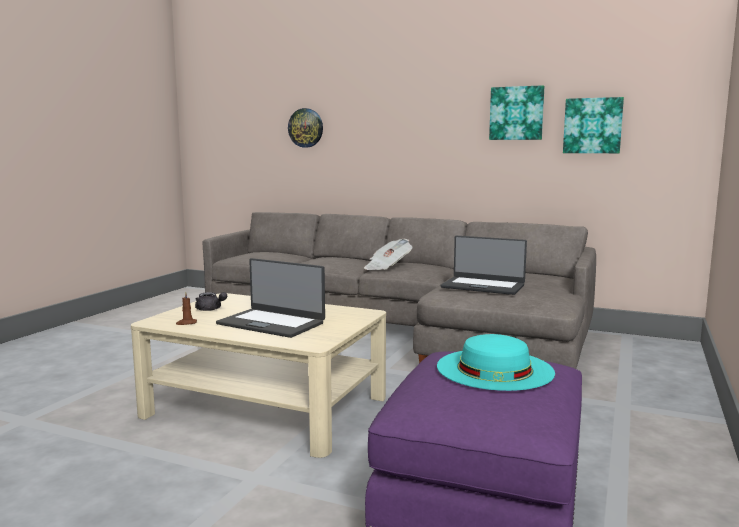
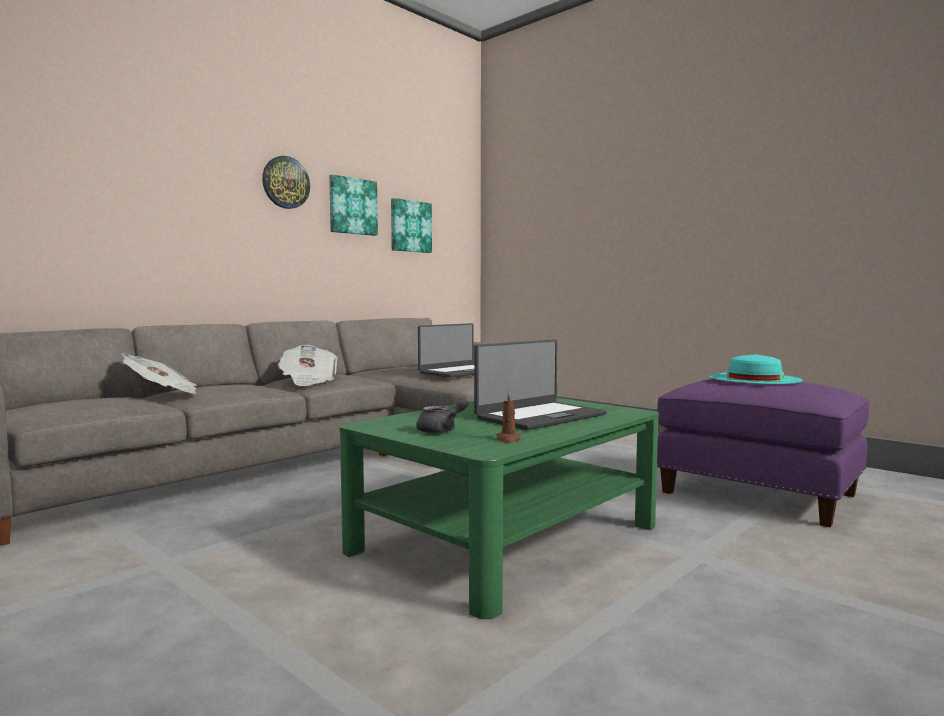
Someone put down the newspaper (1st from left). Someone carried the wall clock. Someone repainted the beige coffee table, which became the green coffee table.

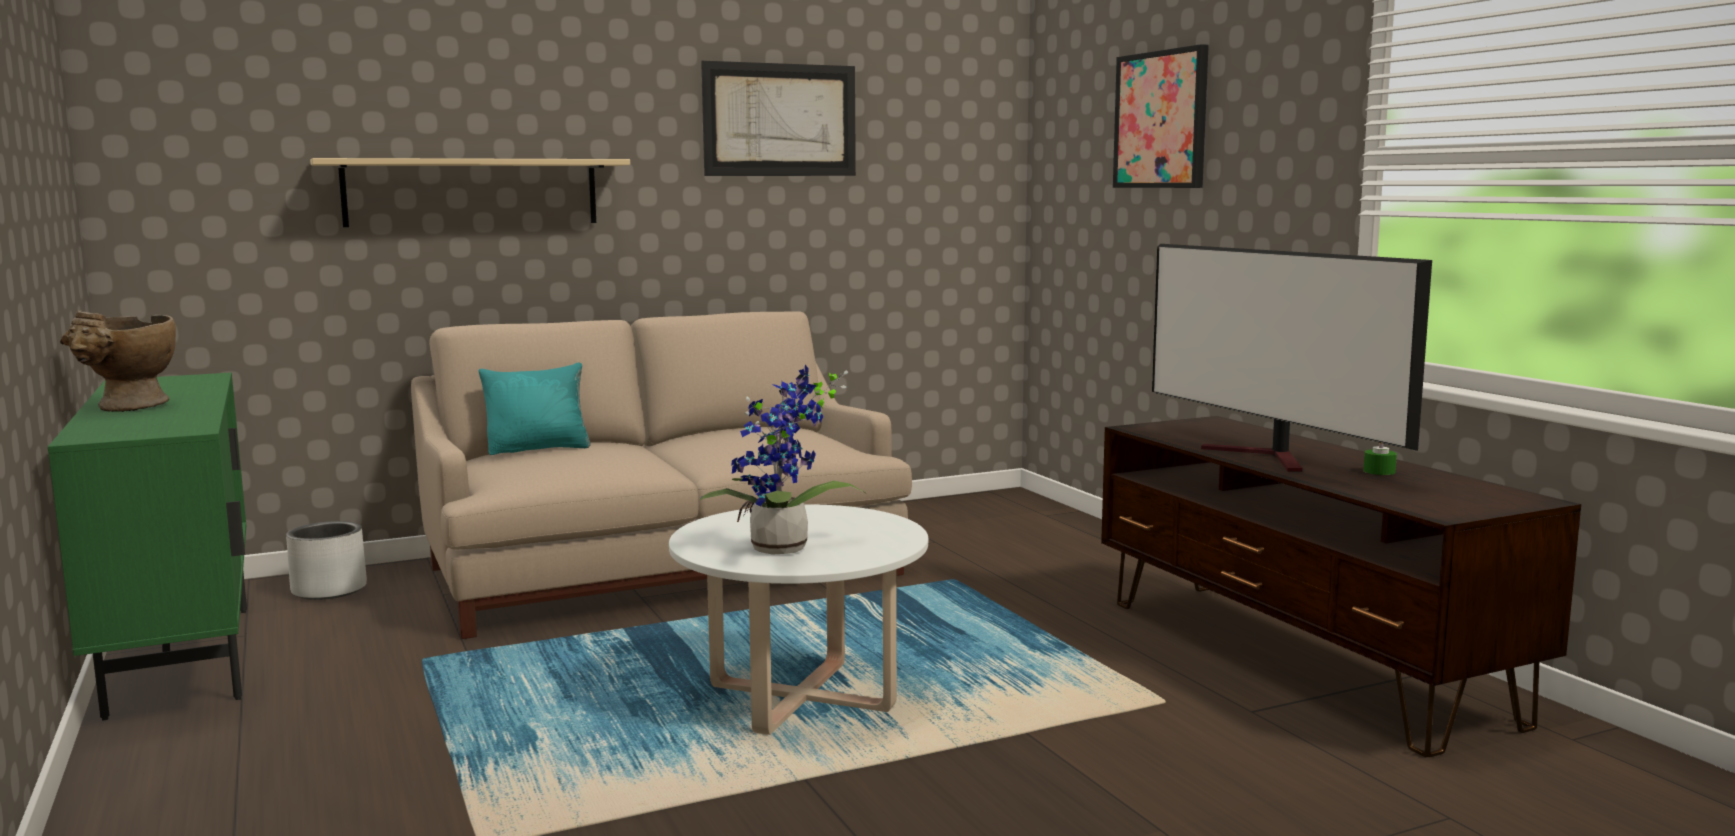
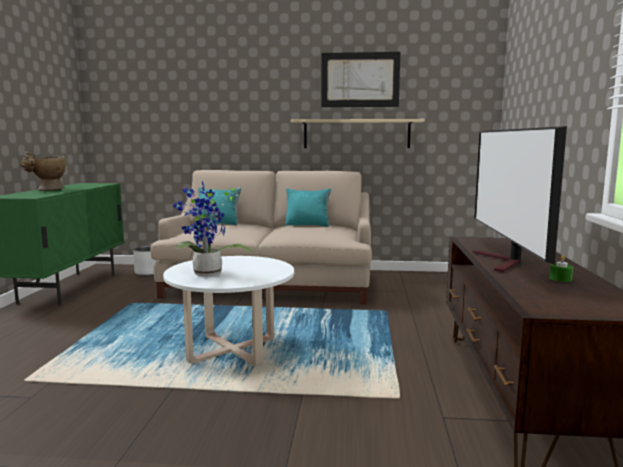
Someone took away the picture (2nd from left). Someone put down the turquoise pillow (2nd from left). Someone carried the beige shelf.

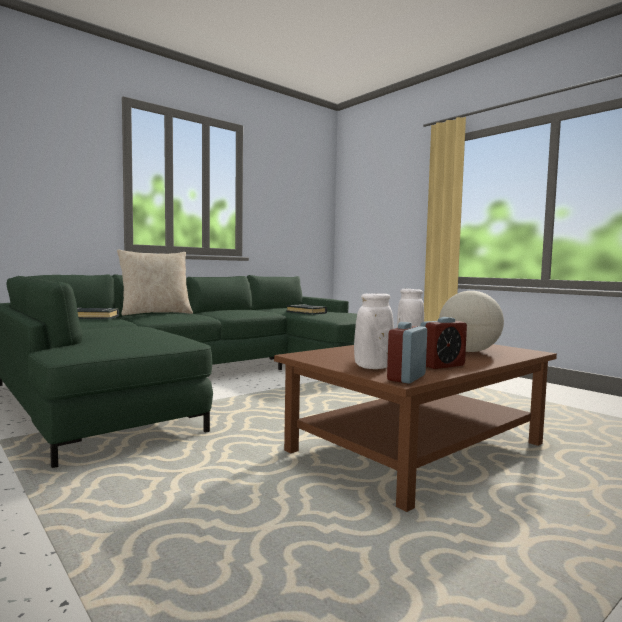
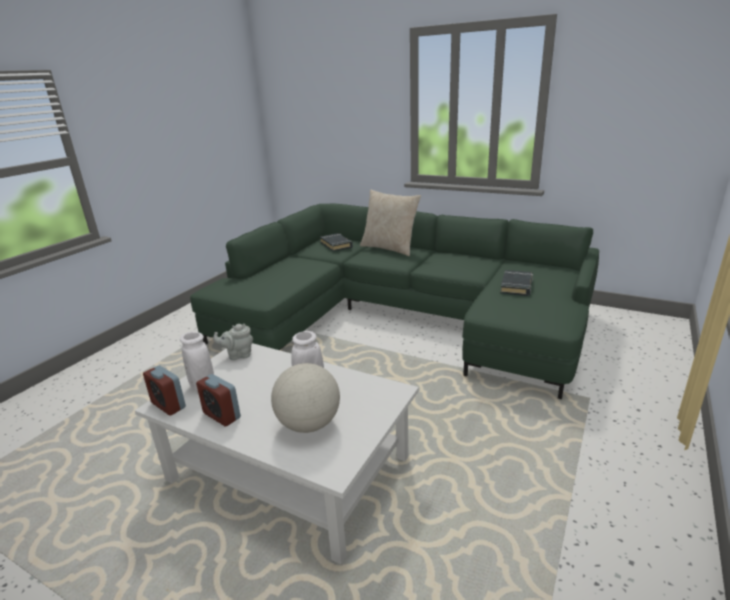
Someone put down the grey teapot. Someone repainted the brown coffee table, which became the white coffee table. Someone rotated the alarm clock (1st from left) by 150 degrees counterclockwise.

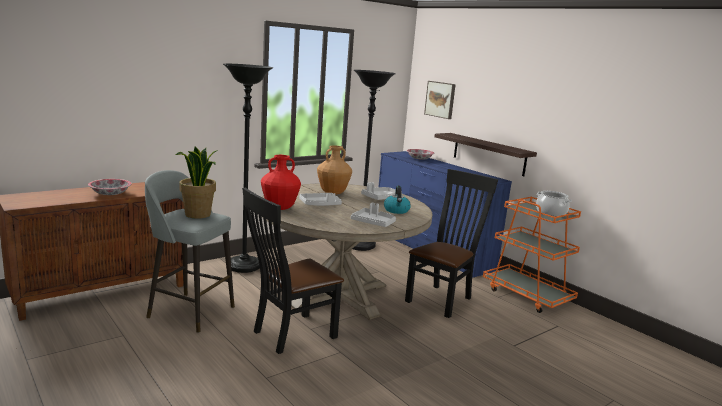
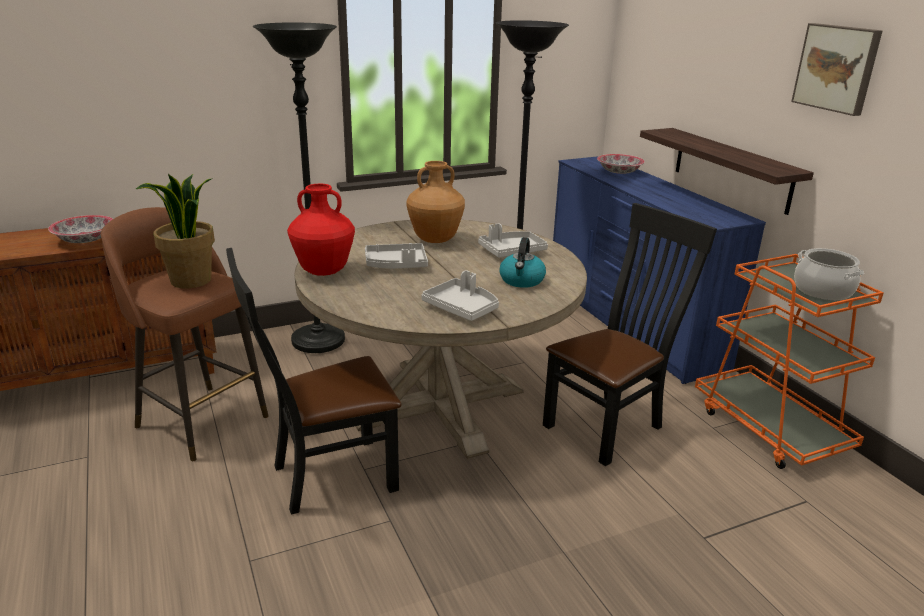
Someone carried the picture. Someone repainted the grey stool, which became the brown stool.

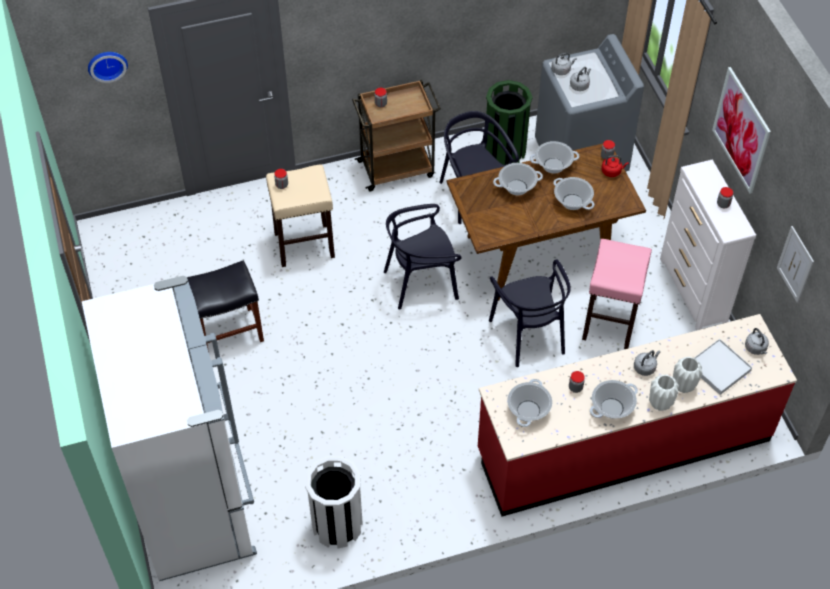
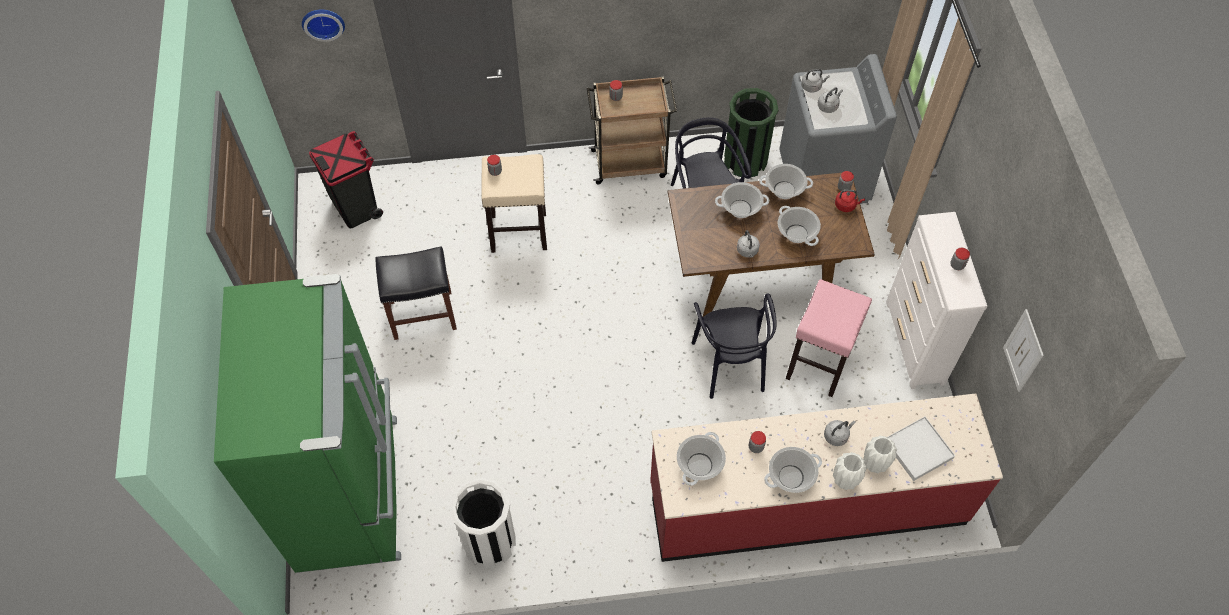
Someone took away the black chair (1st from left). Someone took away the picture (1st from left). Someone put down the black trash can. Someone carried the grey kettle (4th from left in the first image). Someone repainted the white fridge, which became the green fridge.

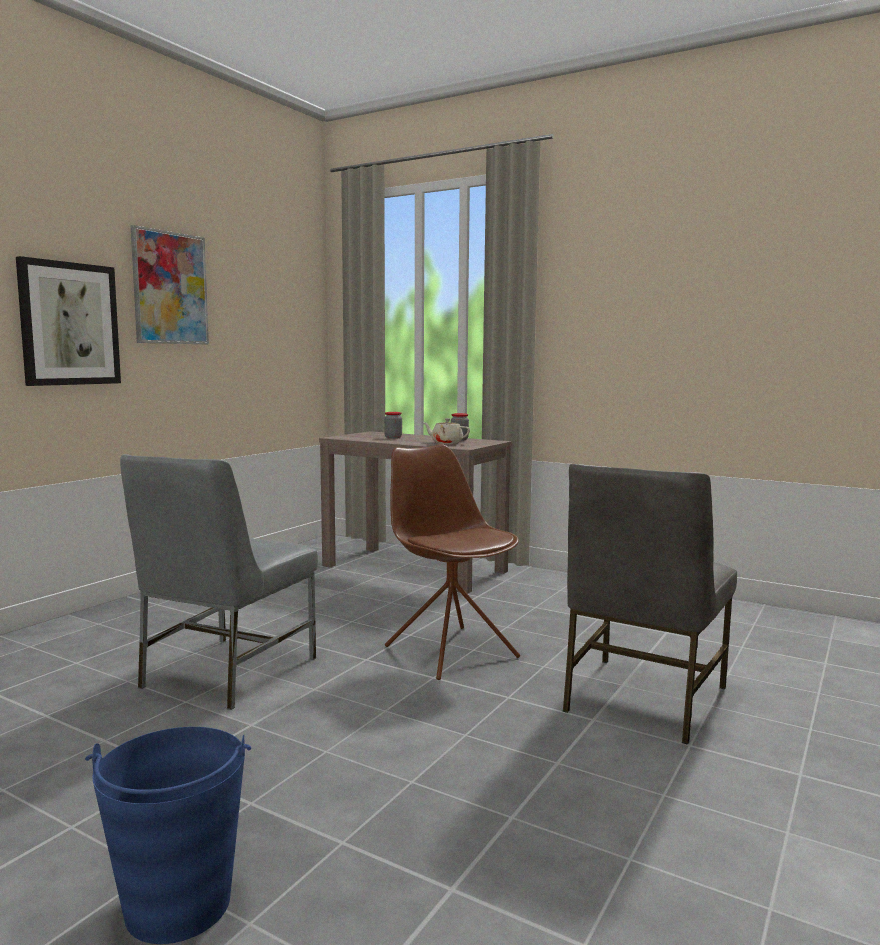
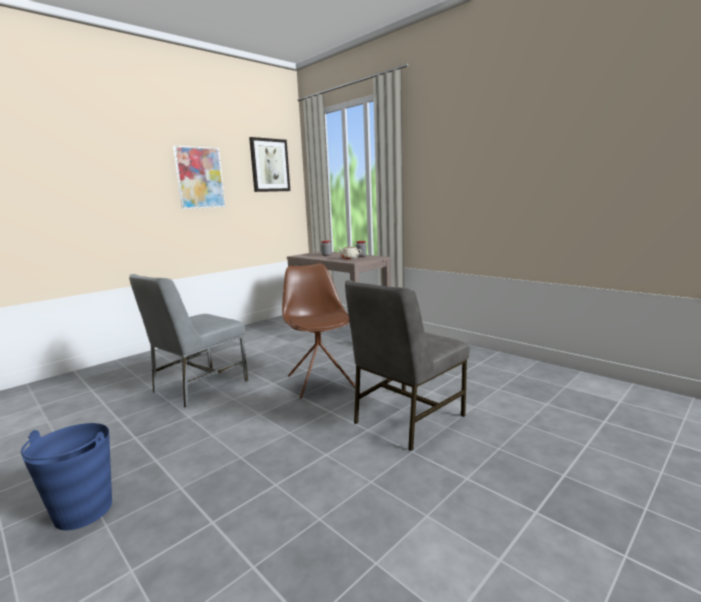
Someone carried the picture (1st from left in the first image).

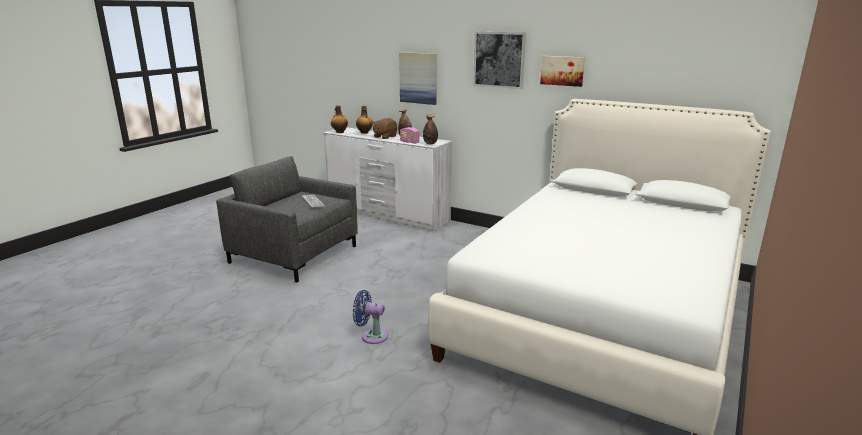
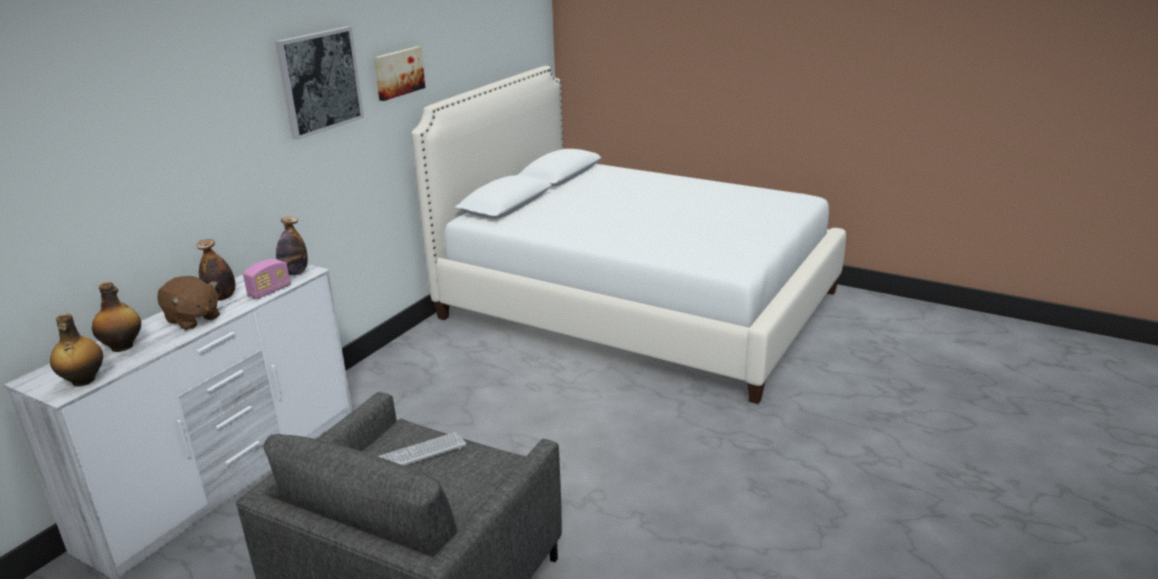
Someone took away the blue fan. Someone took away the picture (1st from left).

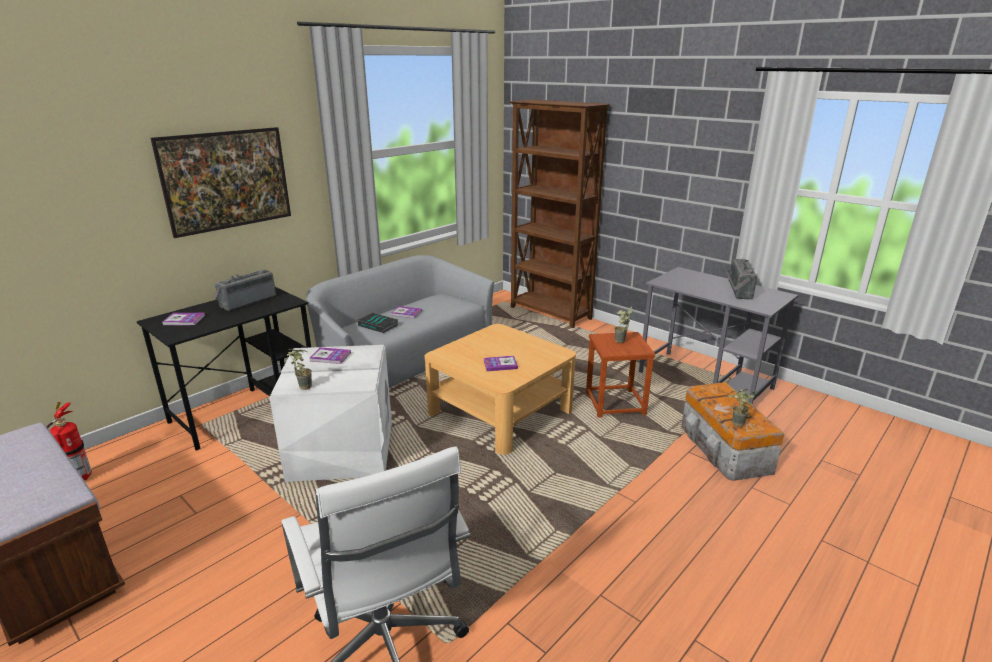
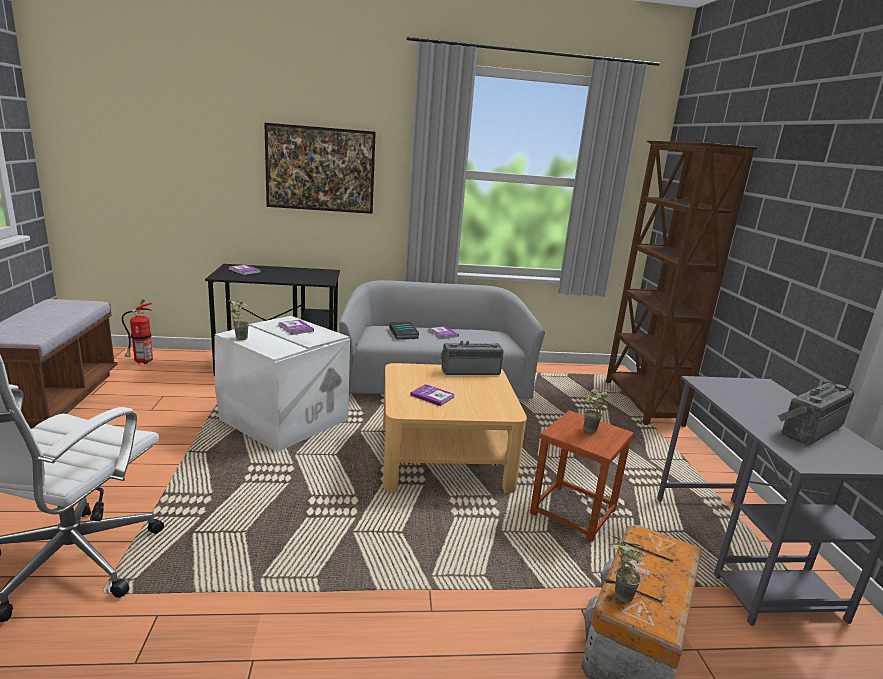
Someone carried the radio (1st from left).

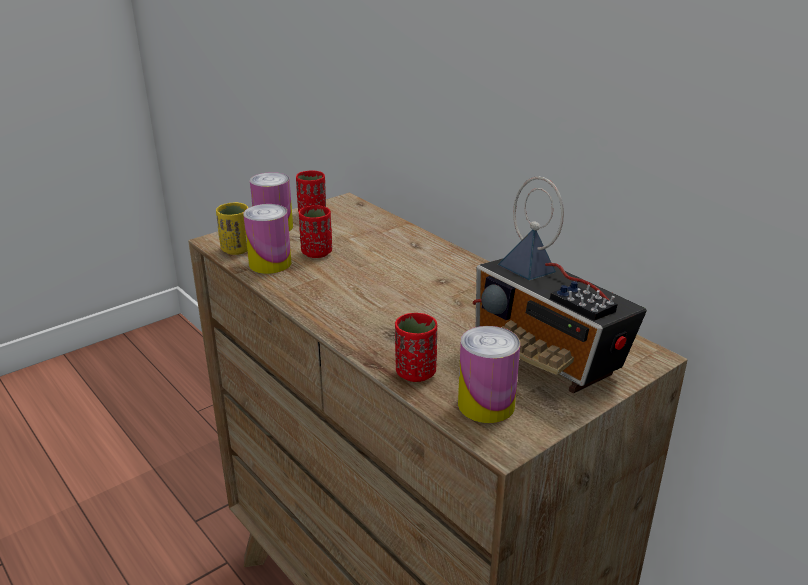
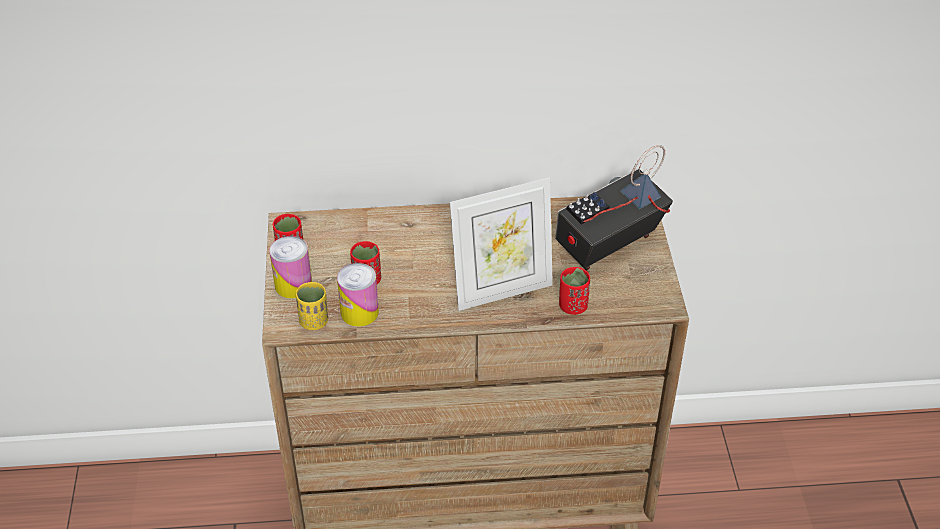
Someone took away the can (3rd from left). Someone put down the picture frame. Someone rotated the radio by 150 degrees clockwise.

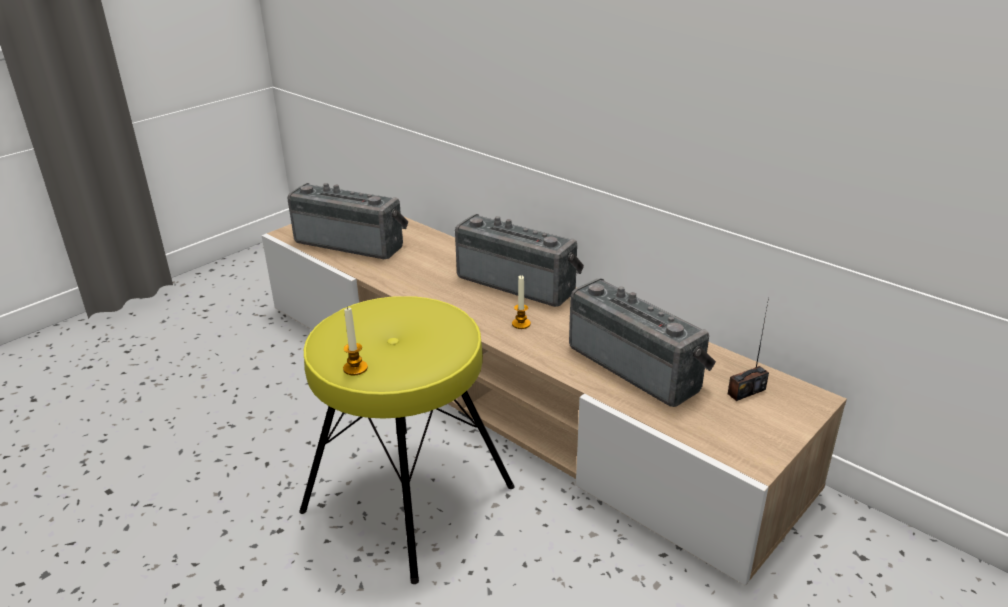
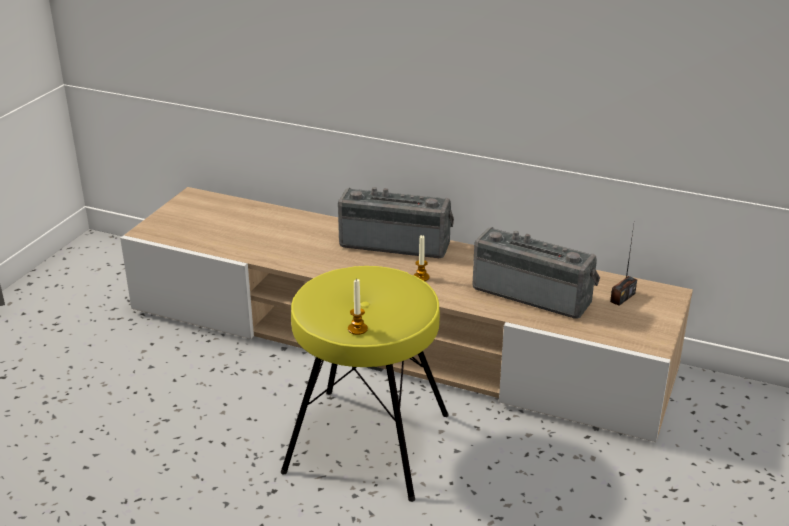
Someone took away the radio (1st from left).

